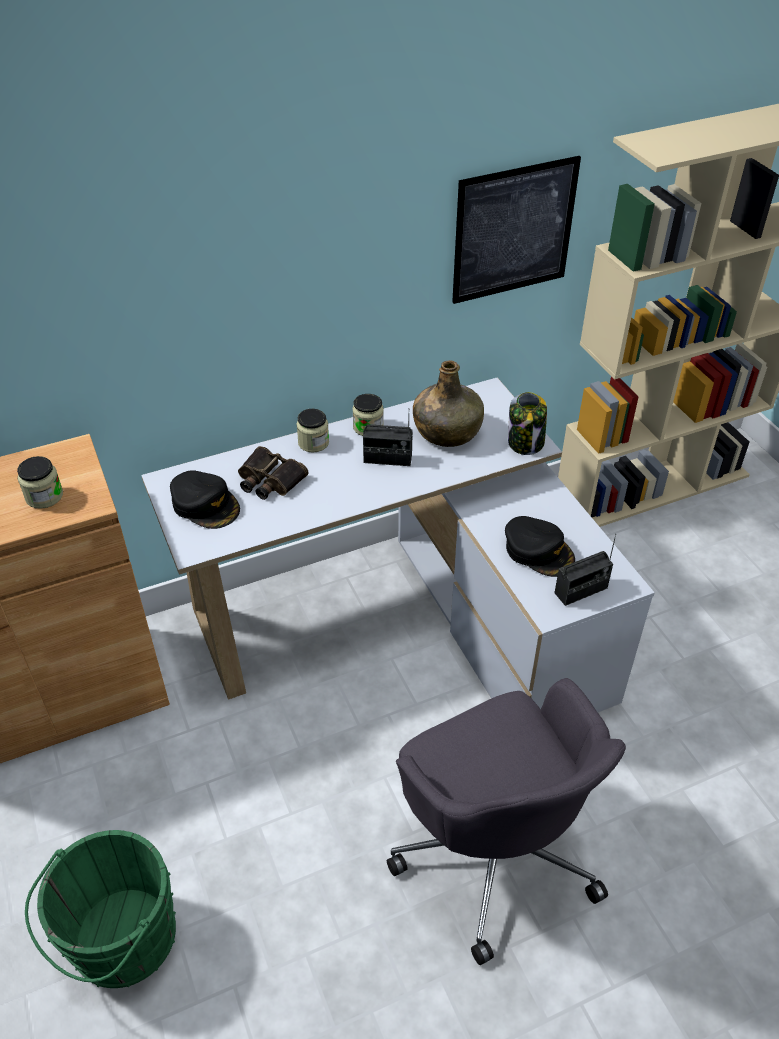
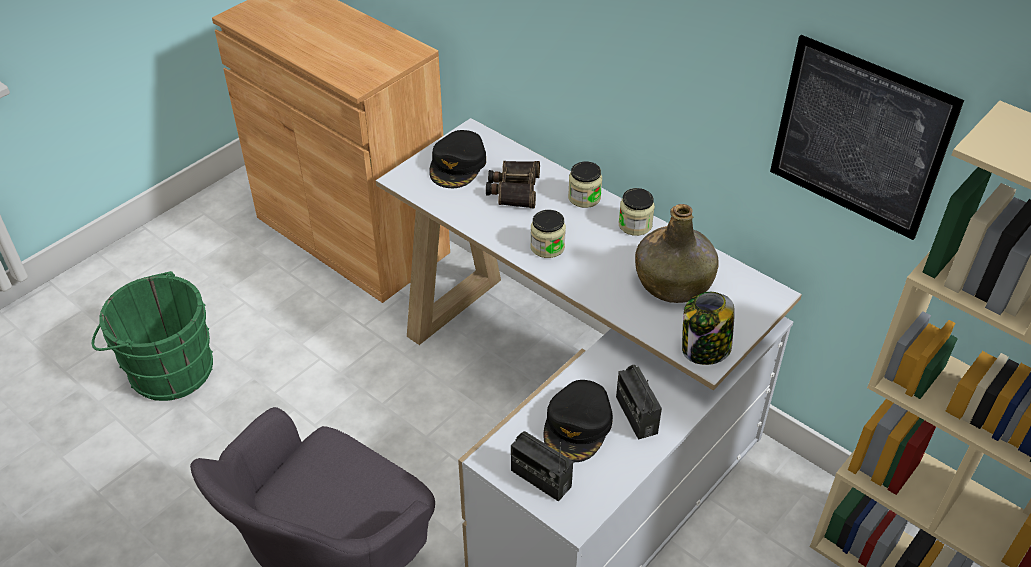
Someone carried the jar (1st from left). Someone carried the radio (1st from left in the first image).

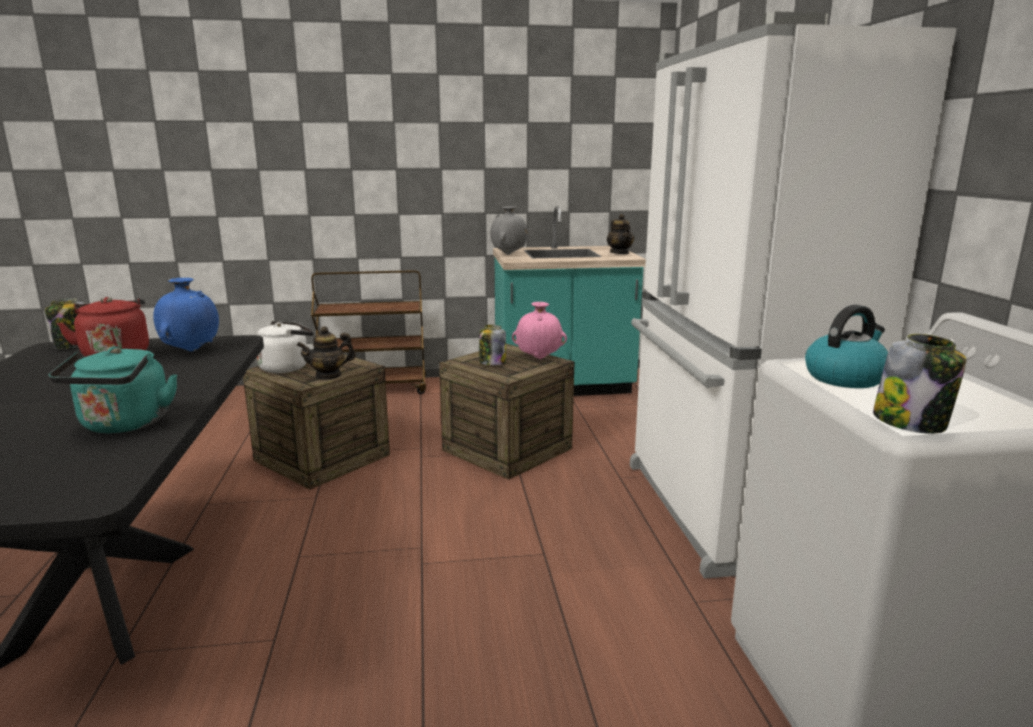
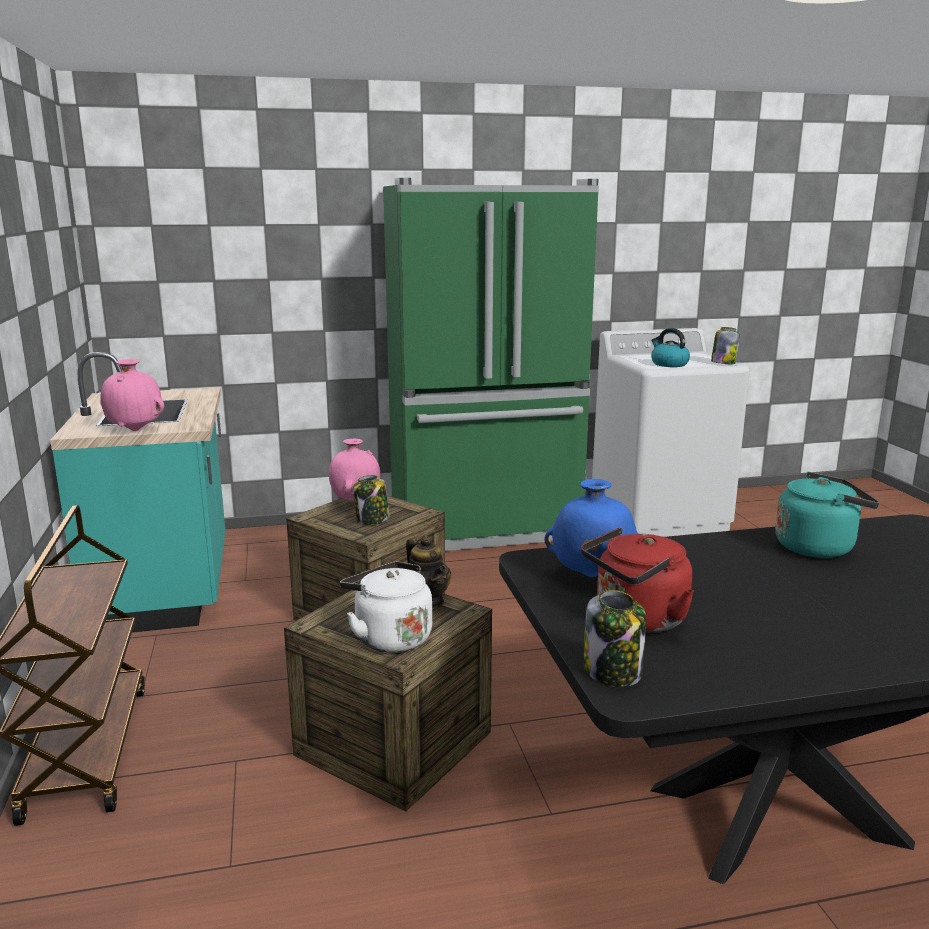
Someone took away the teapot (2nd from left). Someone repainted the grey vase, which became the pink vase (1st from left). Someone repainted the white fridge, which became the green fridge.

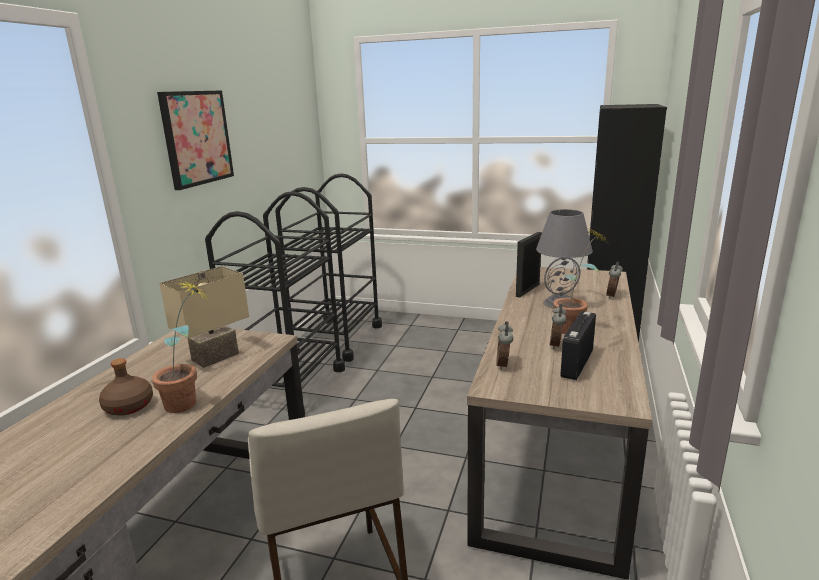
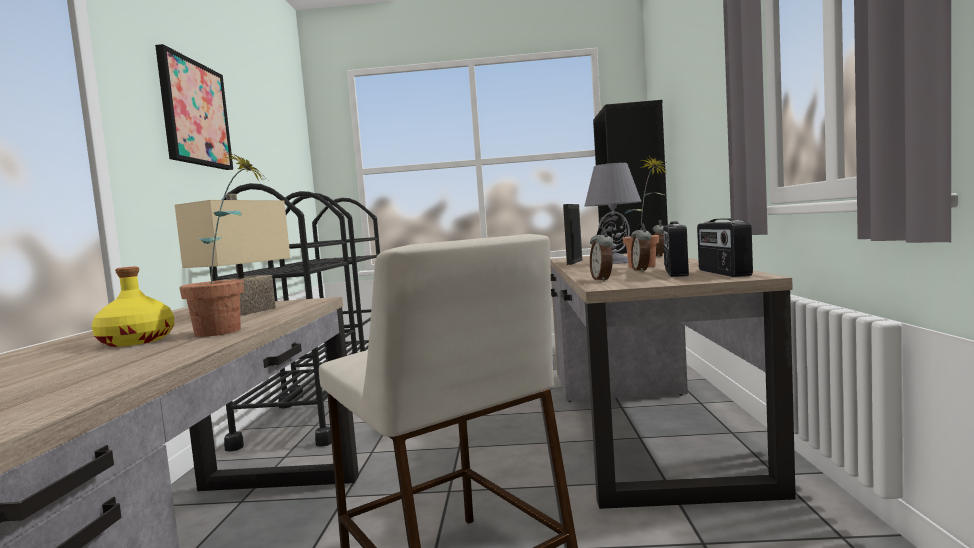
Someone put down the radio (2nd from left). Someone repainted the brown bottle, which became the yellow bottle.

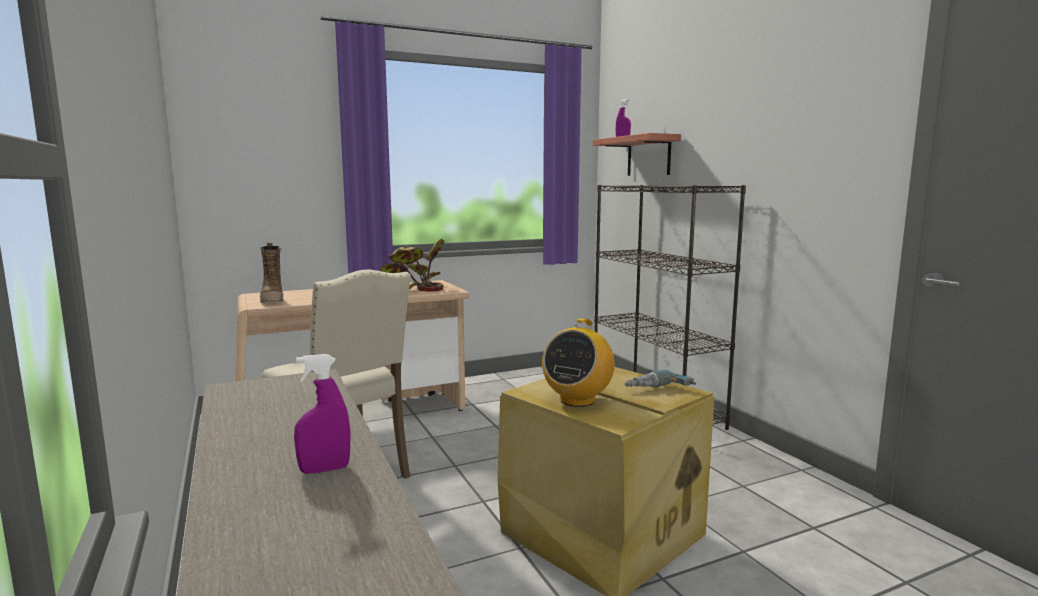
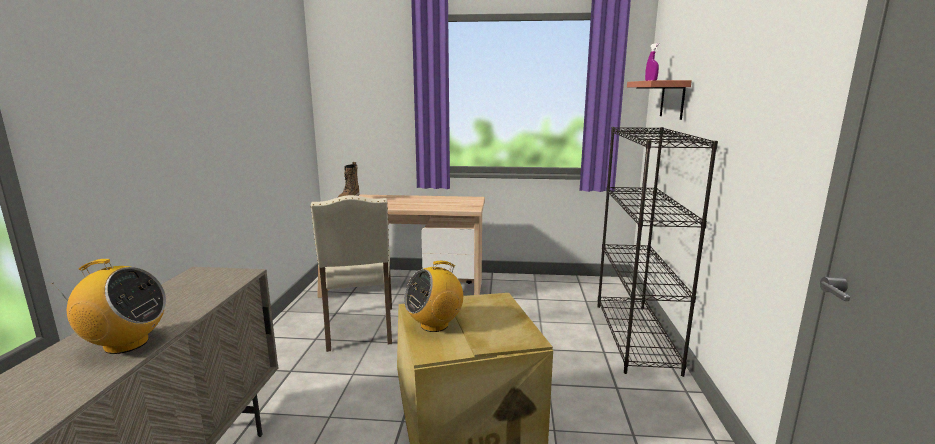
Someone took away the potted plant. Someone took away the power drill. Someone swapped the purple spray bottle (1st from left) for the radio (1st from left).

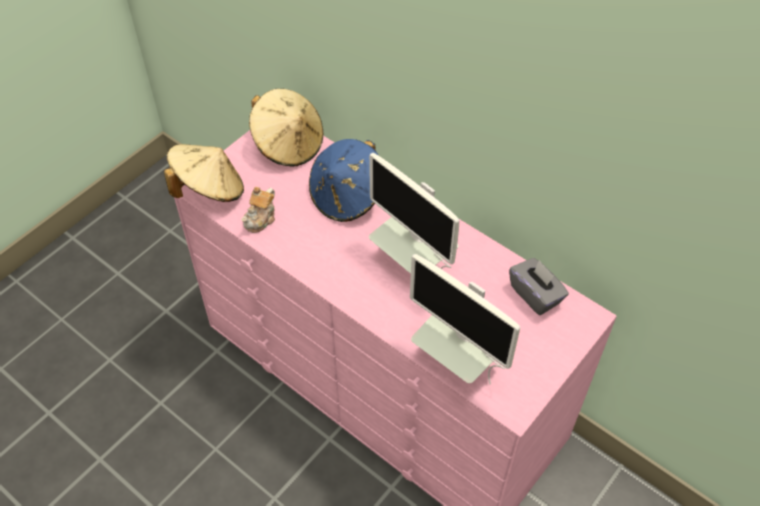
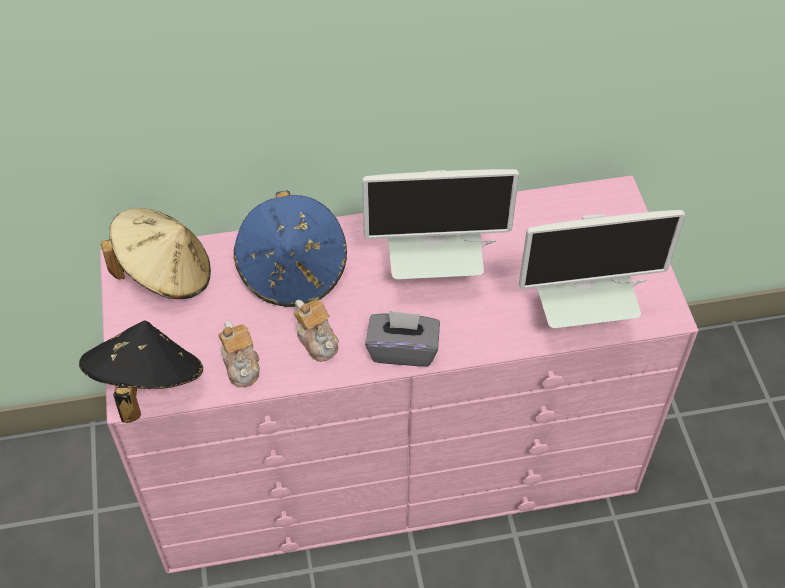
Someone put down the teapot (2nd from left). Someone carried the grey tissue box. Someone repainted the beige hat (1st from left), which became the black hat.

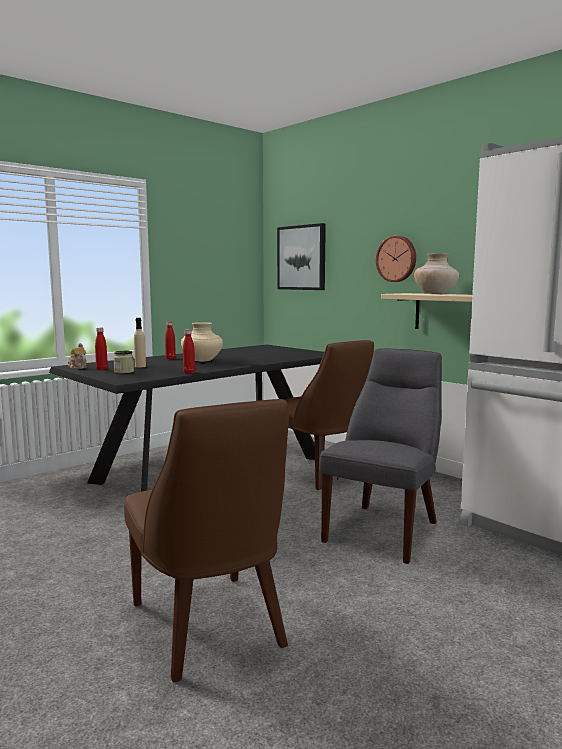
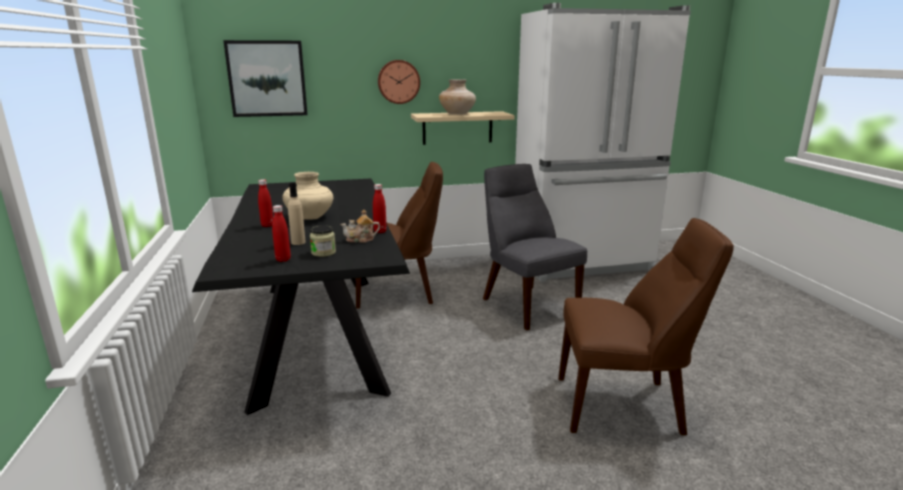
Someone carried the teapot.

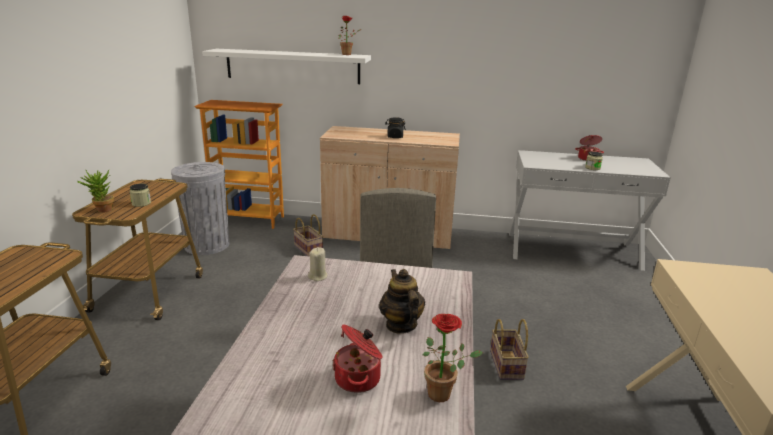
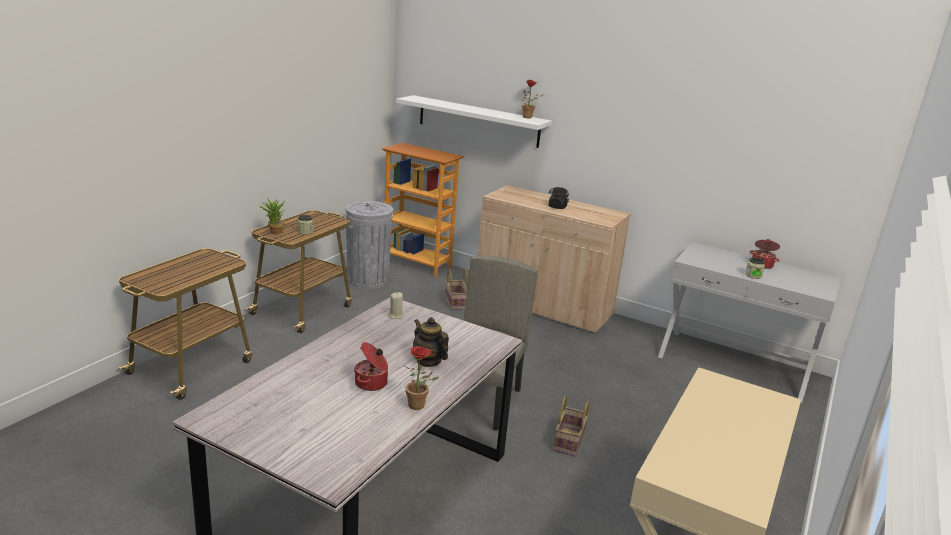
Someone rotated the teapot by 45 degrees counterclockwise.

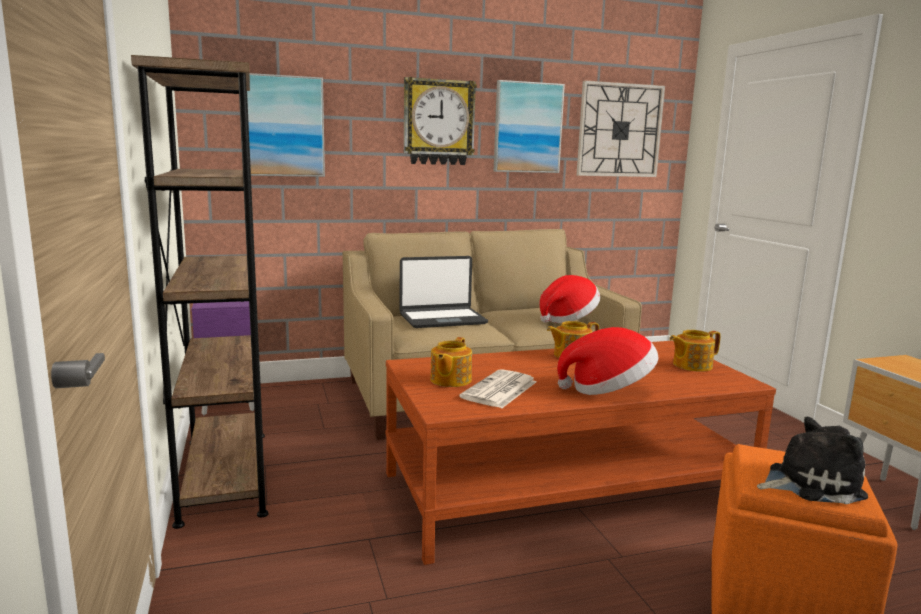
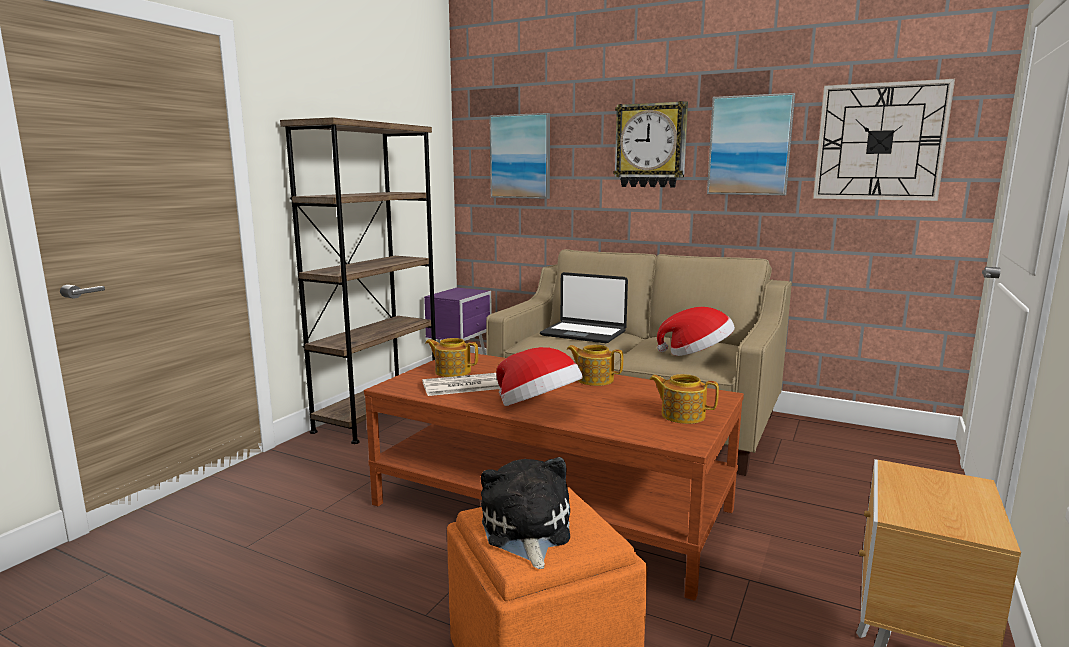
Someone rotated the teapot (1st from left) by 45 degrees clockwise. Someone rotated the plush toy by 135 degrees counterclockwise.

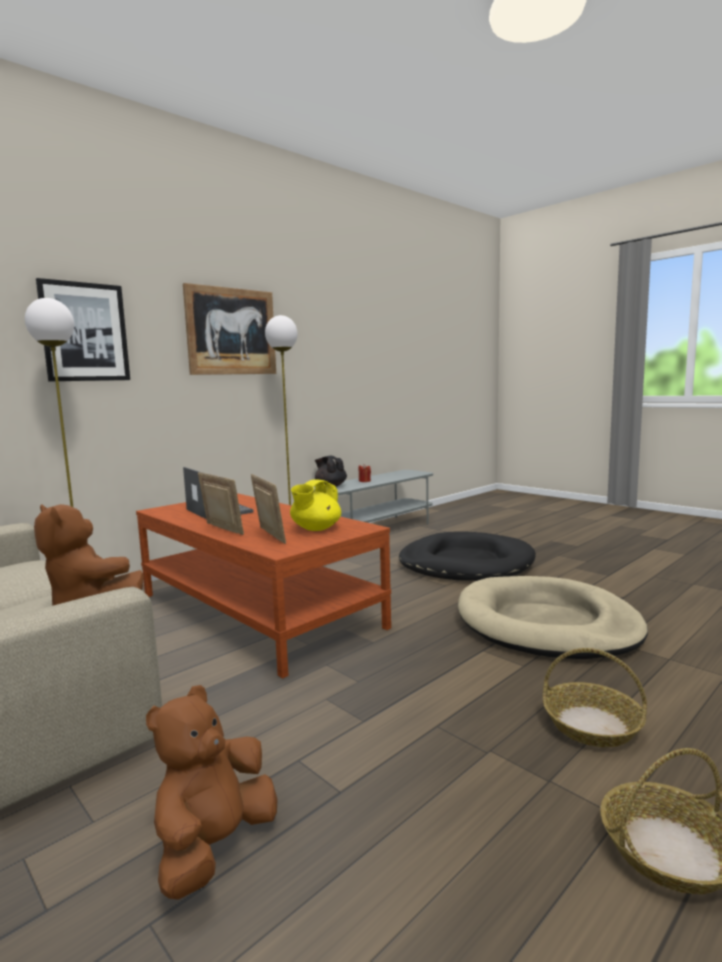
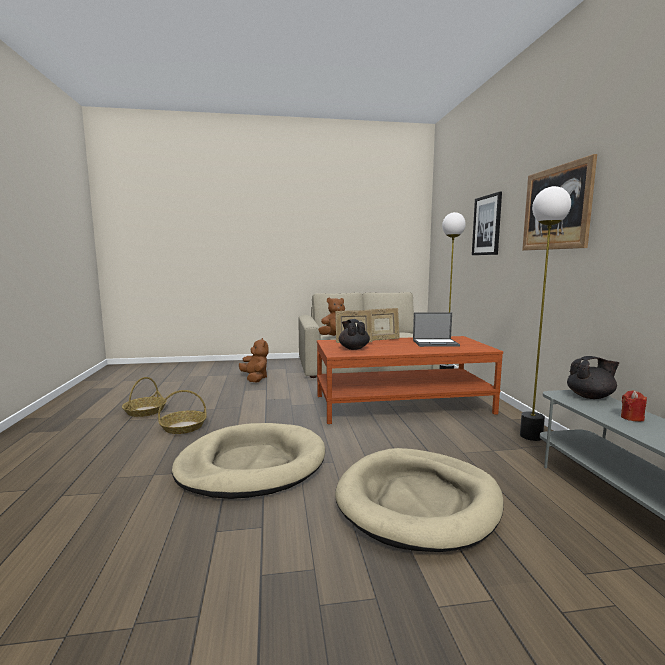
Someone repainted the yellow teapot, which became the black teapot (1st from left). Someone repainted the black dog bed, which became the beige dog bed (2nd from left).

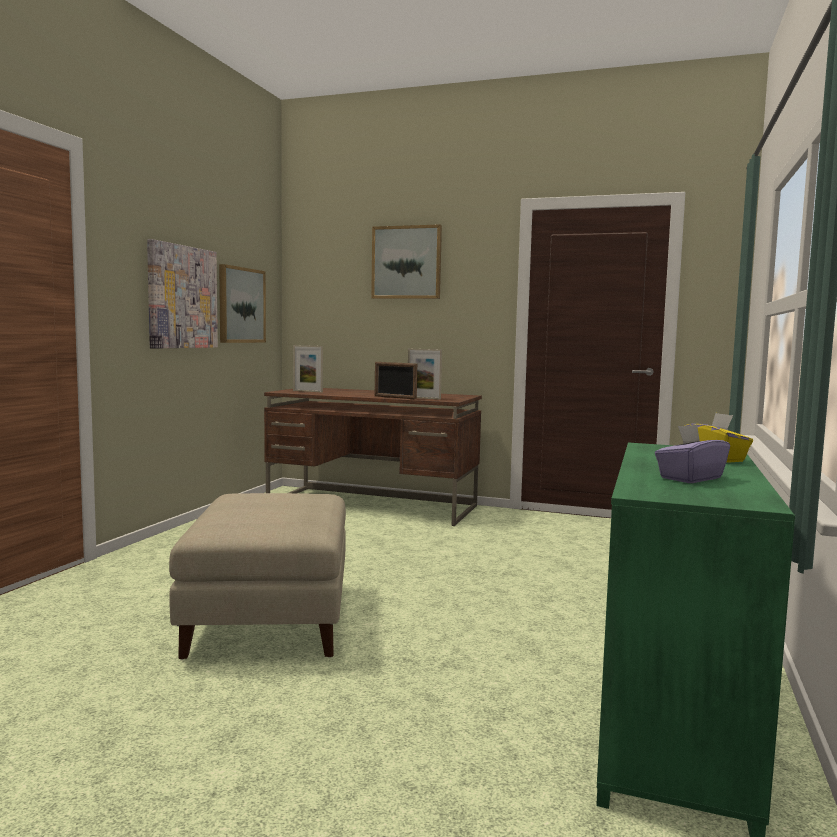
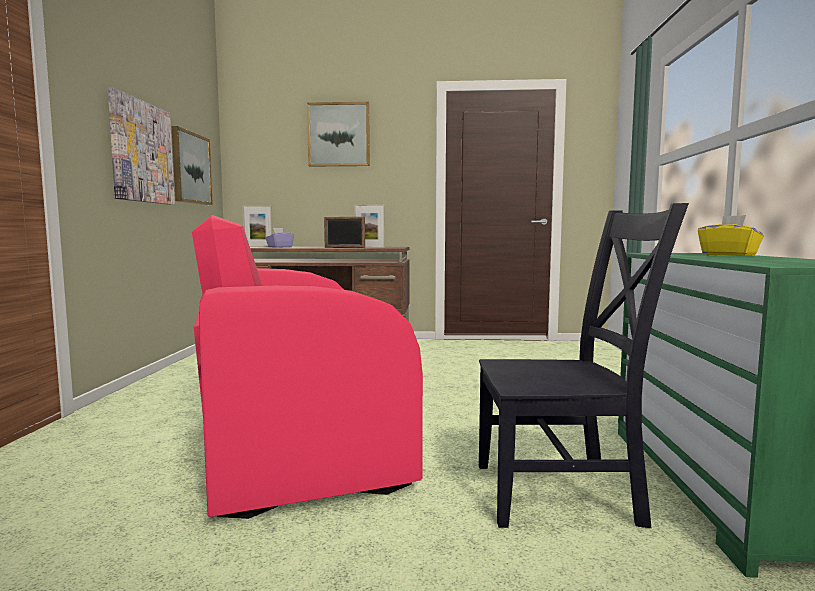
Someone put down the black chair. Someone carried the purple tissue box. Someone swapped the beige ottoman for the pink armchair.

